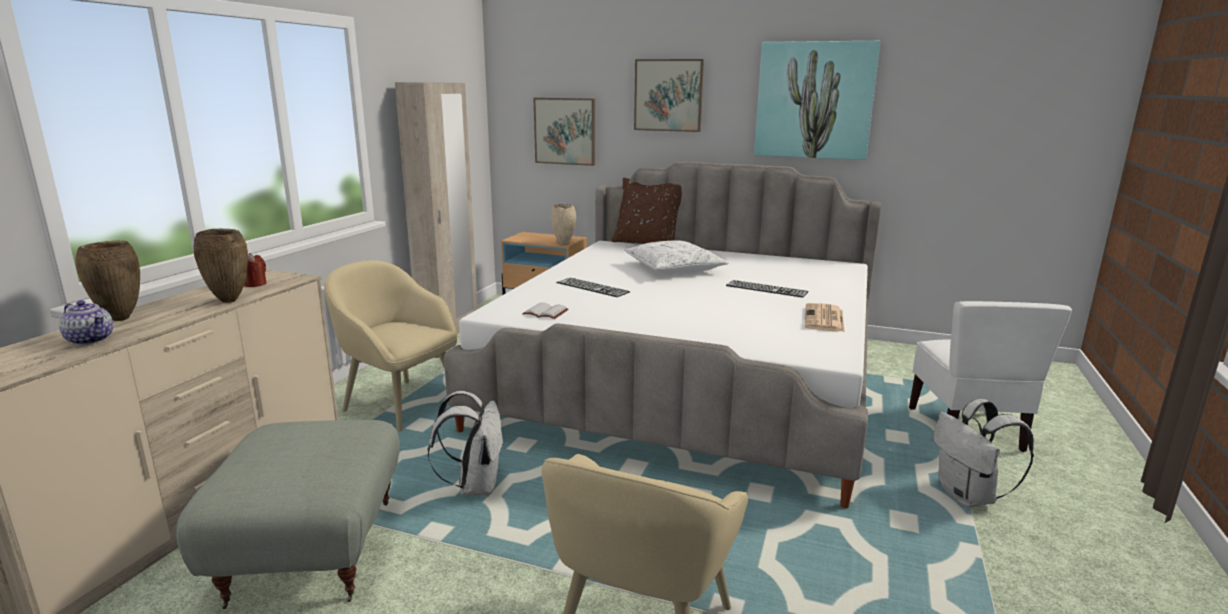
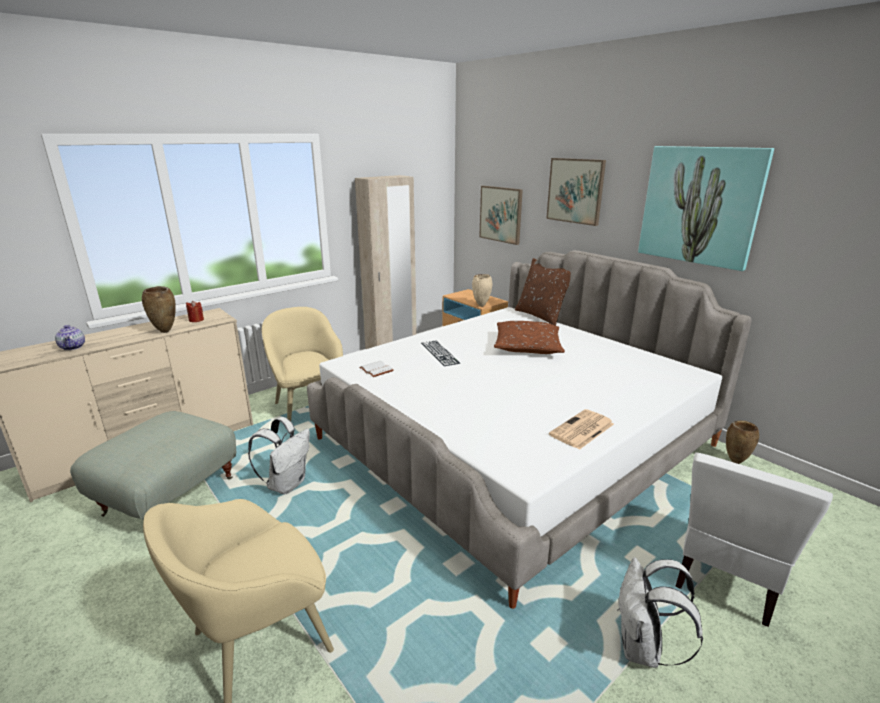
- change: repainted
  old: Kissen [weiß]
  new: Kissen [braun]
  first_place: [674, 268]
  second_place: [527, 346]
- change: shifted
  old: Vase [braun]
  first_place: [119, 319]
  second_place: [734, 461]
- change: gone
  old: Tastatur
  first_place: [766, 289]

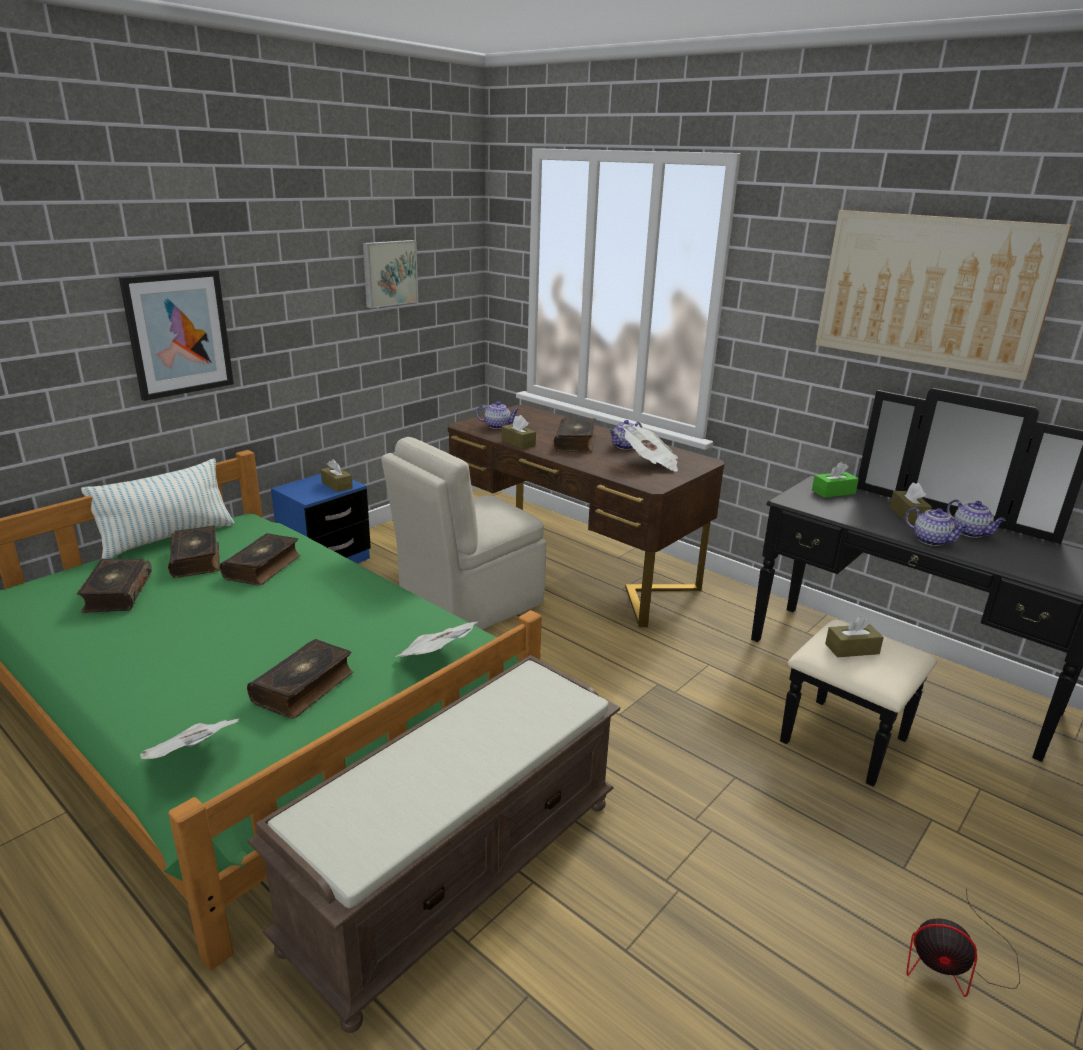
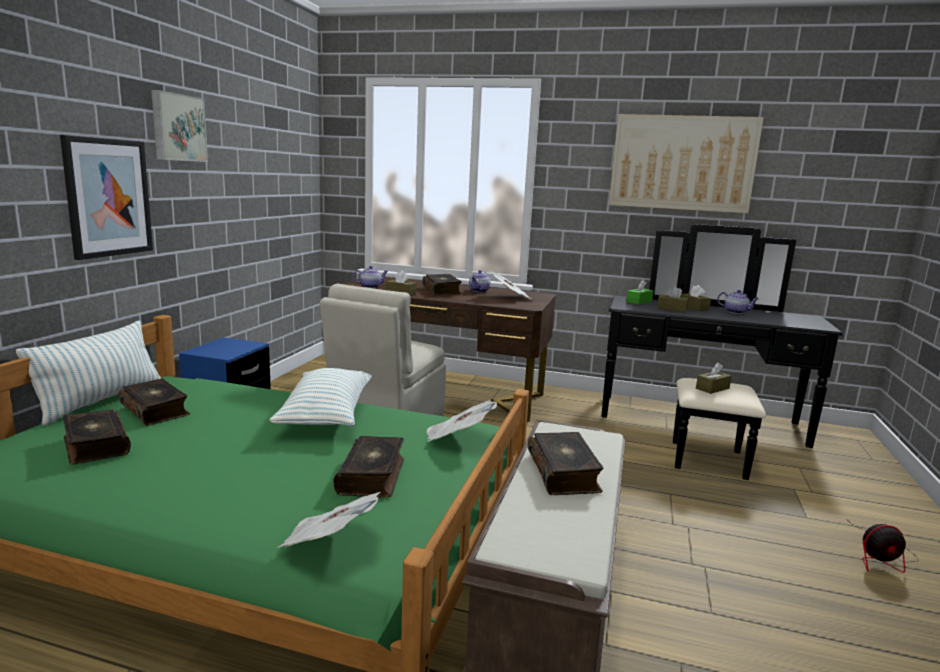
- change: shifted
  old: Bild
  first_place: [389, 273]
  second_place: [178, 127]
- change: new
  new: Kissen
  second_place: [326, 415]
- change: shifted
  old: Buch
  first_place: [263, 567]
  second_place: [564, 473]
- change: shifted
  old: Taschentuchbox [braun]
  first_place: [337, 485]
  second_place: [672, 309]
- change: gone
  old: Teekanne
  first_place: [932, 541]

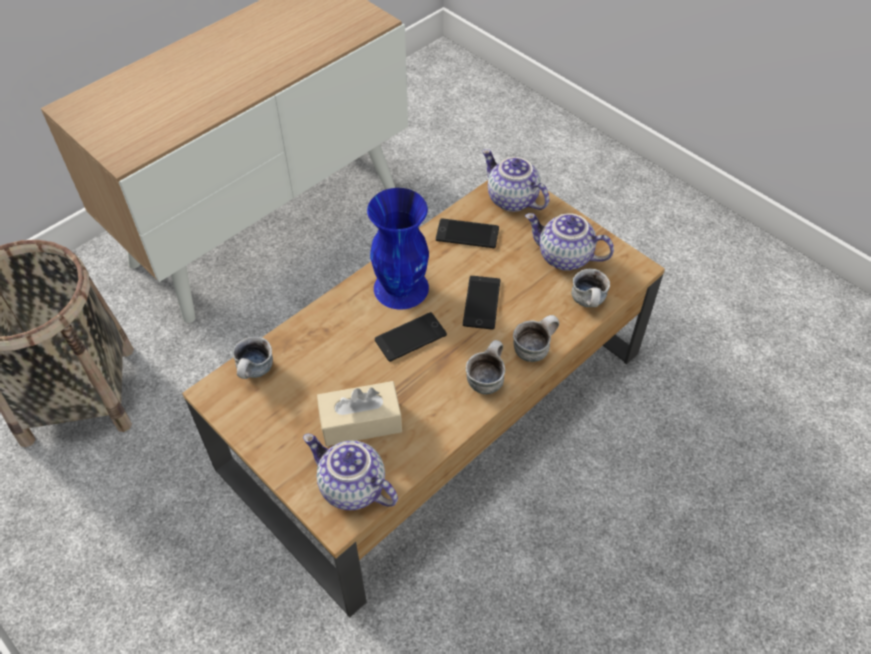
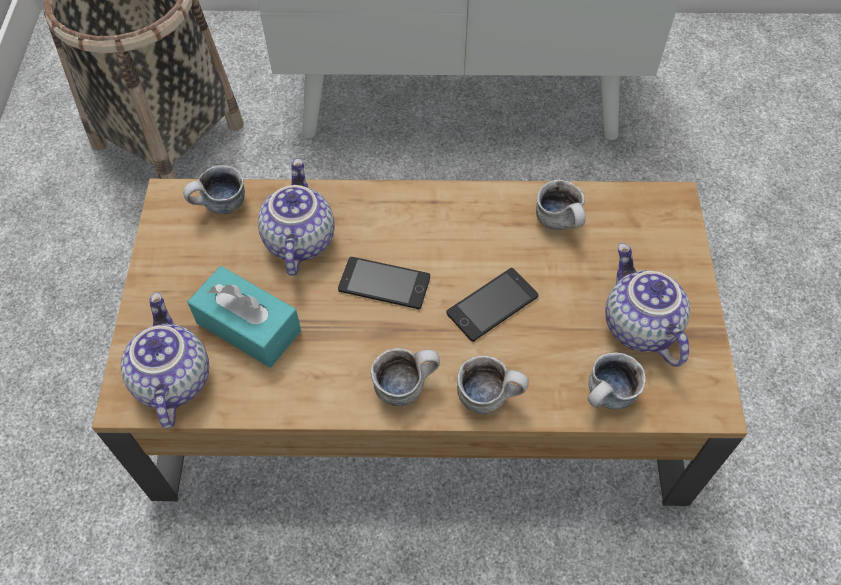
- change: repainted
  old: Taschentuchbox [beige]
  new: Taschentuchbox [türkis]
  first_place: [361, 422]
  second_place: [248, 327]
- change: shifted
  old: Teekanne
  first_place: [511, 200]
  second_place: [298, 240]
- change: swapped
  old: Handy
  new: Henkelbecher
  first_place: [467, 234]
  second_place: [561, 223]
- change: gone
  old: Vase [blau]
  first_place: [402, 288]

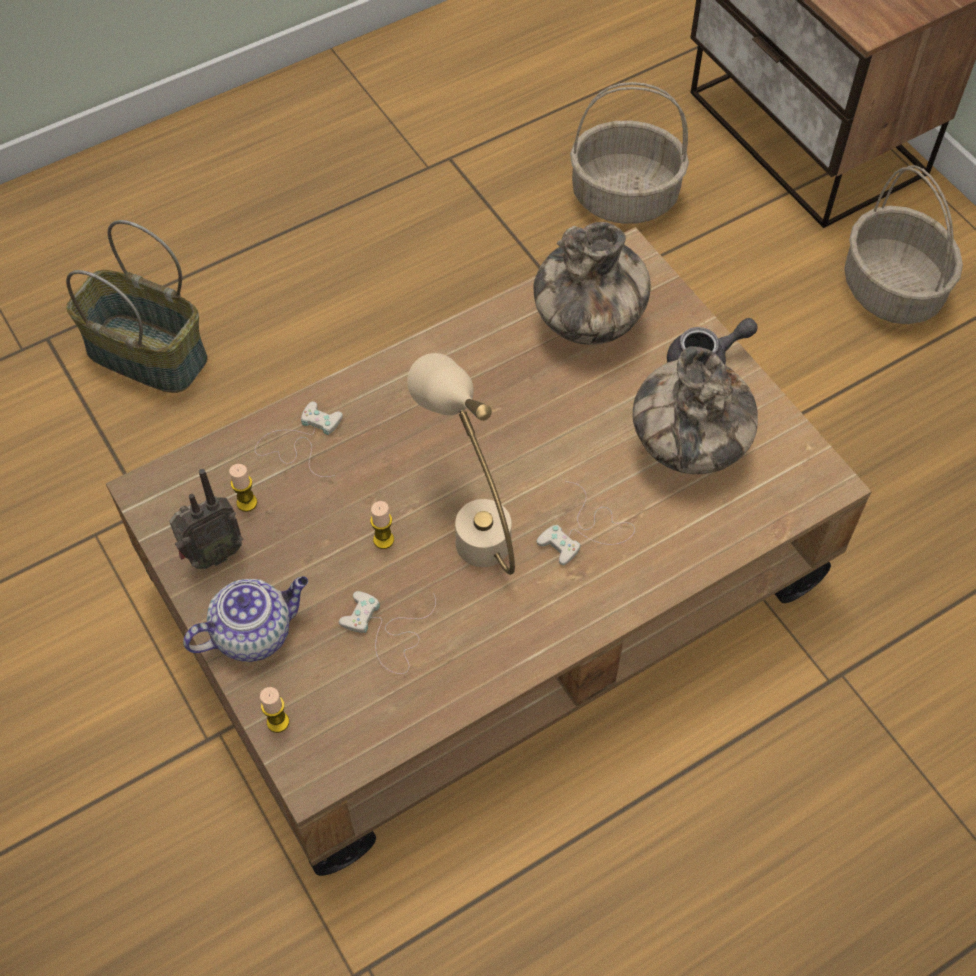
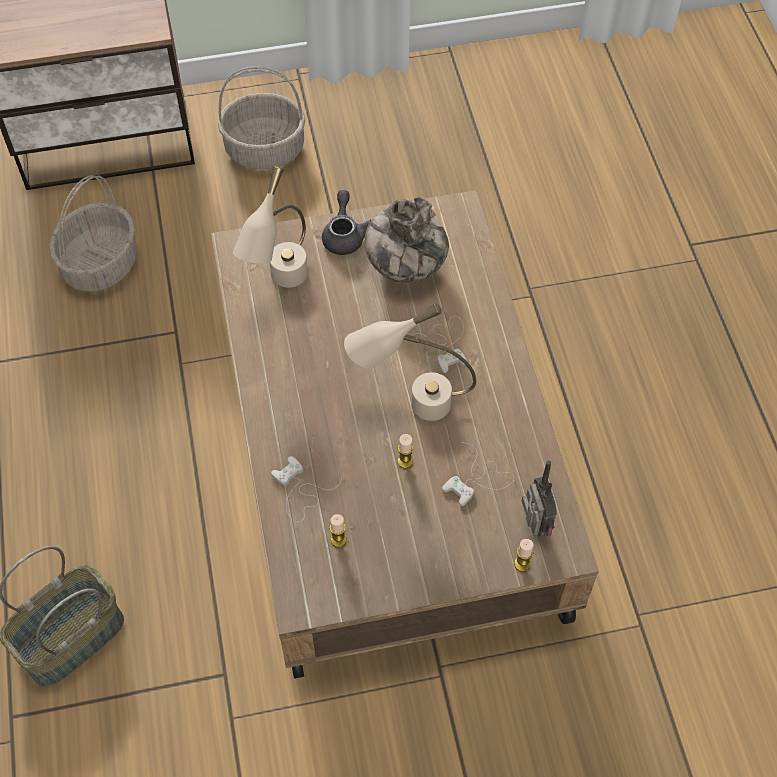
- change: swapped
  old: Vase
  new: Tischlampe [beige]
  first_place: [589, 323]
  second_place: [281, 286]
- change: shifted
  old: Radio
  first_place: [212, 555]
  second_place: [534, 527]
- change: gone
  old: Teekanne
  first_place: [254, 632]

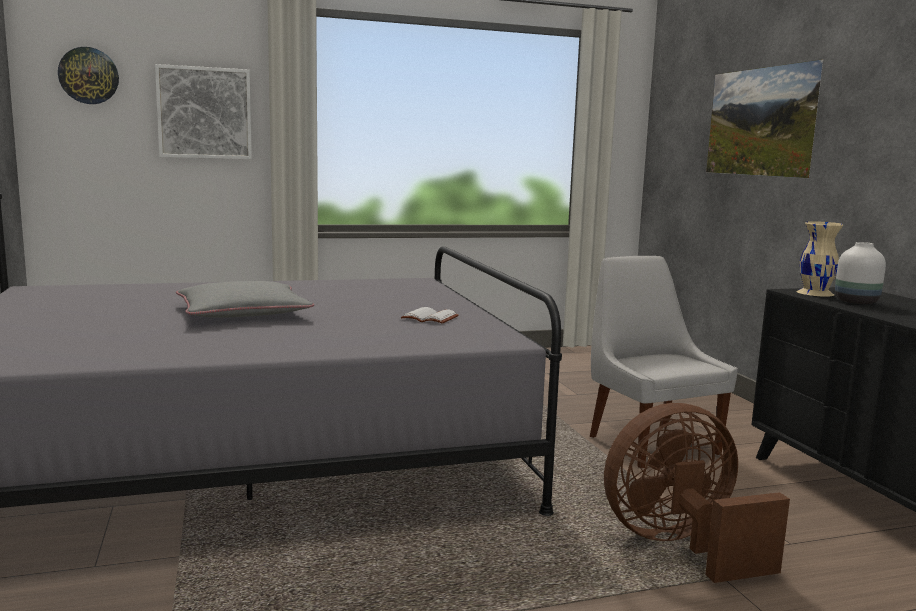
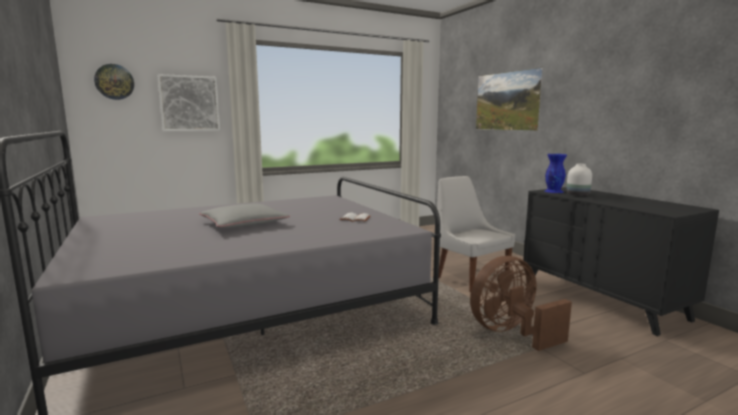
- change: repainted
  old: Vase [beige]
  new: Vase [blau]
  first_place: [815, 293]
  second_place: [553, 191]

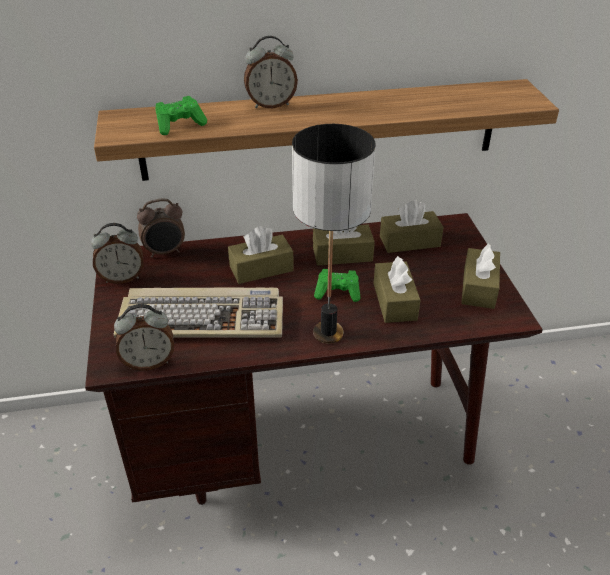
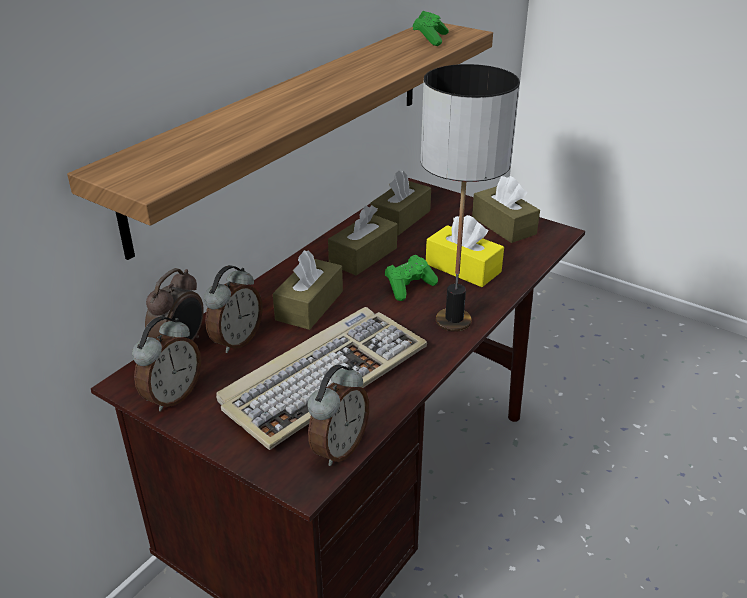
- change: shifted
  old: Wecker
  first_place: [271, 105]
  second_place: [236, 340]
- change: shifted
  old: Gamepad [grün]
  first_place: [180, 125]
  second_place: [430, 39]
- change: repainted
  old: Taschentuchbox [braun]
  new: Taschentuchbox [gelb]
  first_place: [394, 301]
  second_place: [463, 268]

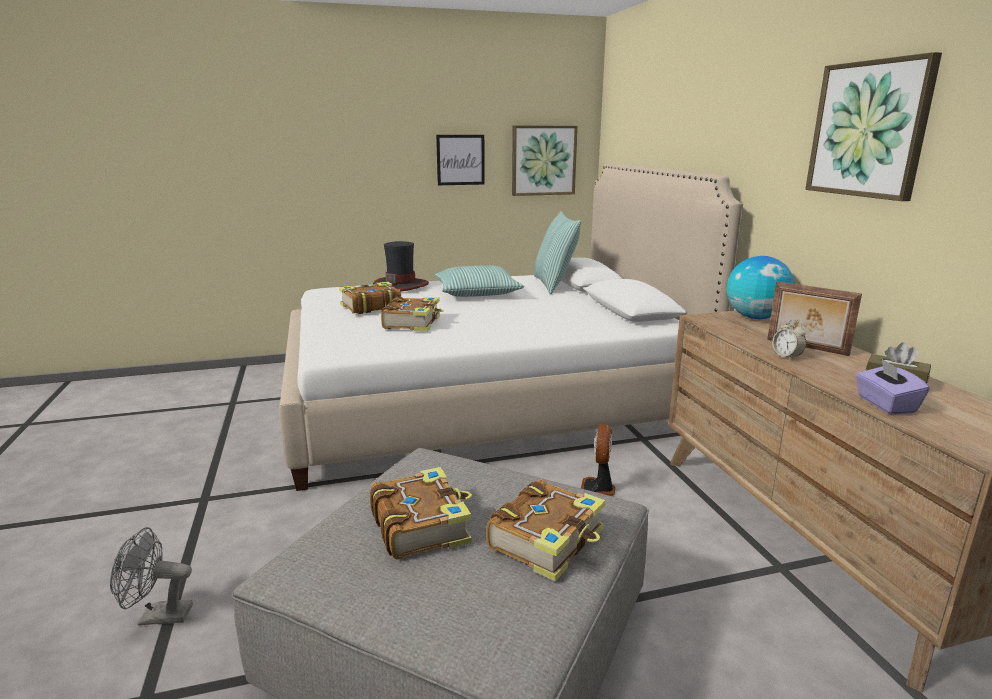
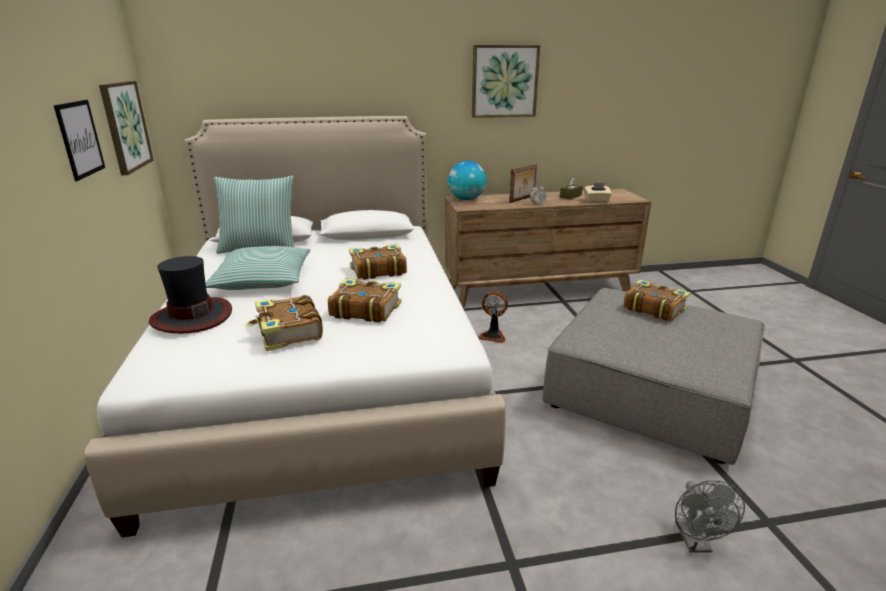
- change: shifted
  old: Buch
  first_place: [421, 525]
  second_place: [377, 270]
- change: repainted
  old: Taschentuchbox [lila]
  new: Taschentuchbox [beige]
  first_place: [885, 404]
  second_place: [596, 201]

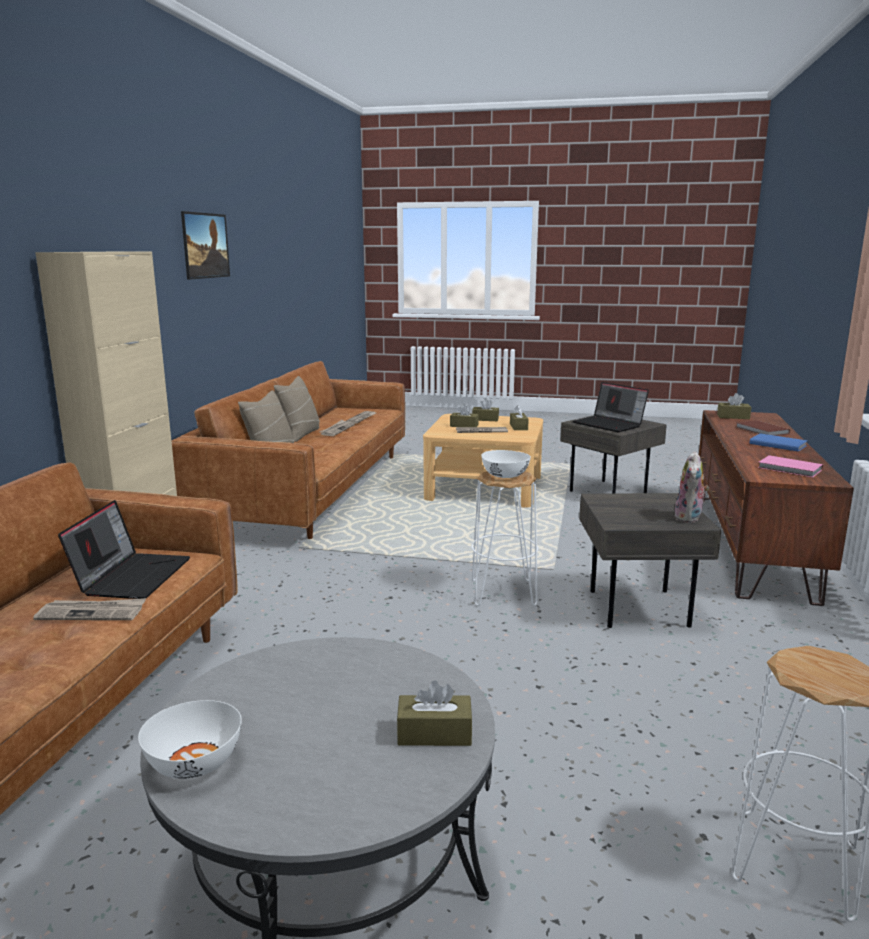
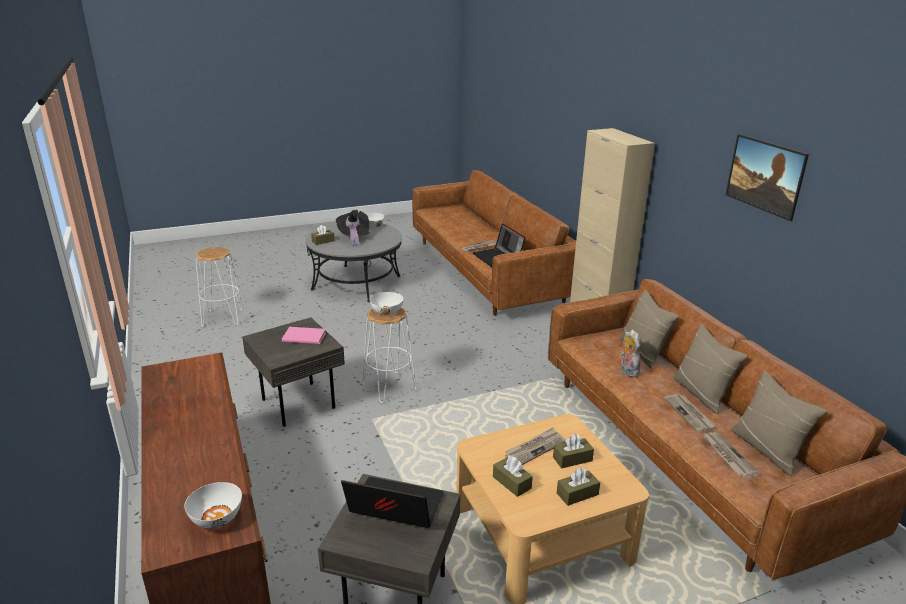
- change: swapped
  old: Taschentuchbox [braun]
  new: Schüssel [weiß]
  first_place: [733, 417]
  second_place: [216, 518]
- change: shifted
  old: Buch [rosa]
  first_place: [790, 469]
  second_place: [304, 336]
- change: new
  new: Hut [schwarz]
  second_place: [354, 238]
- change: shifted
  old: Plüschtier
  first_place: [690, 518]
  second_place: [627, 371]
- change: new
  new: Kissen [beige]
  second_place: [767, 449]
- change: gone
  old: Buch [braun]
  first_place: [761, 430]
- change: gone
  old: Buch [blau]
  first_place: [777, 444]

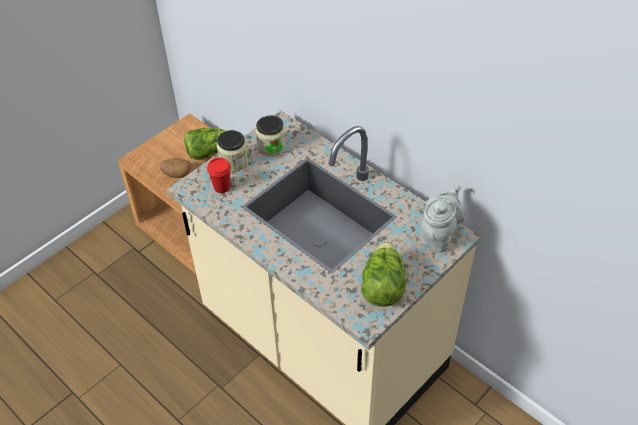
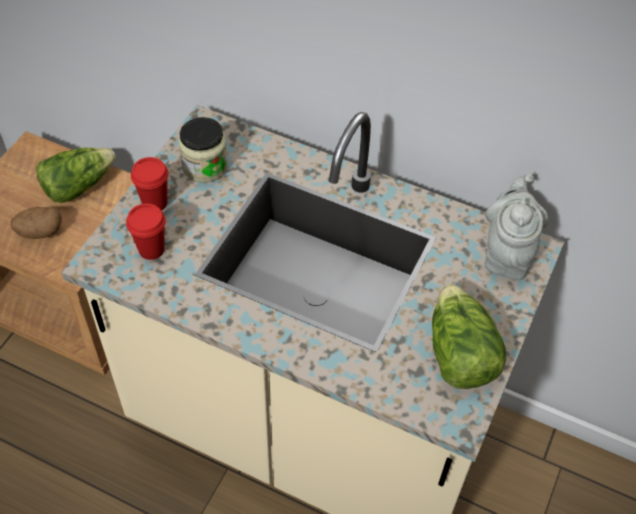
- change: swapped
  old: Vorratsglas
  new: Tasse [rot]
  first_place: [233, 162]
  second_place: [155, 203]

